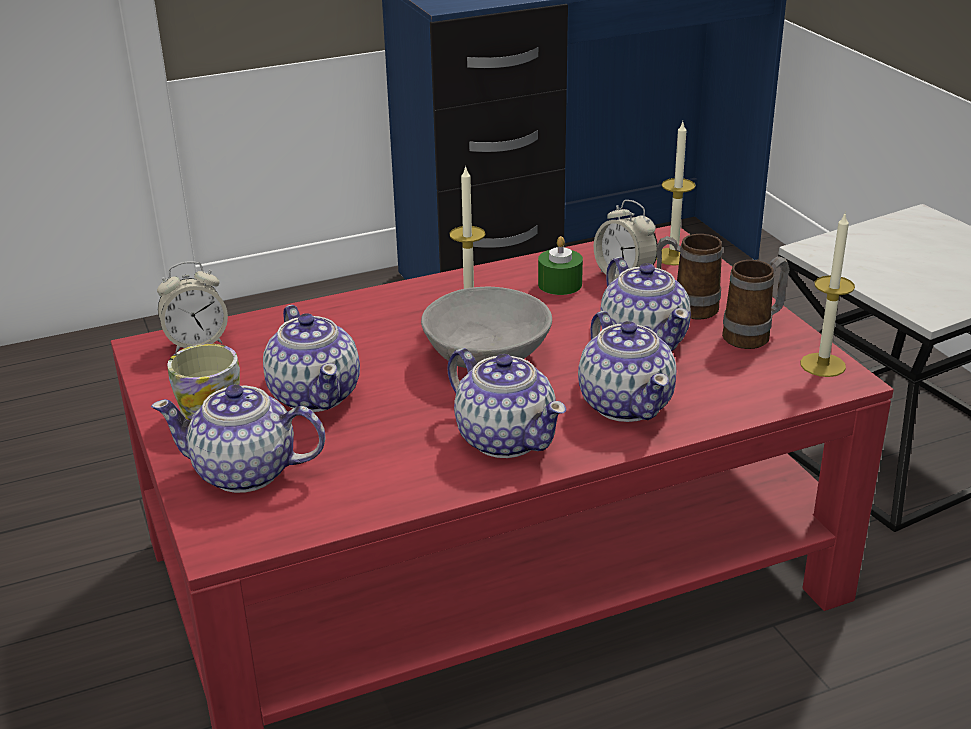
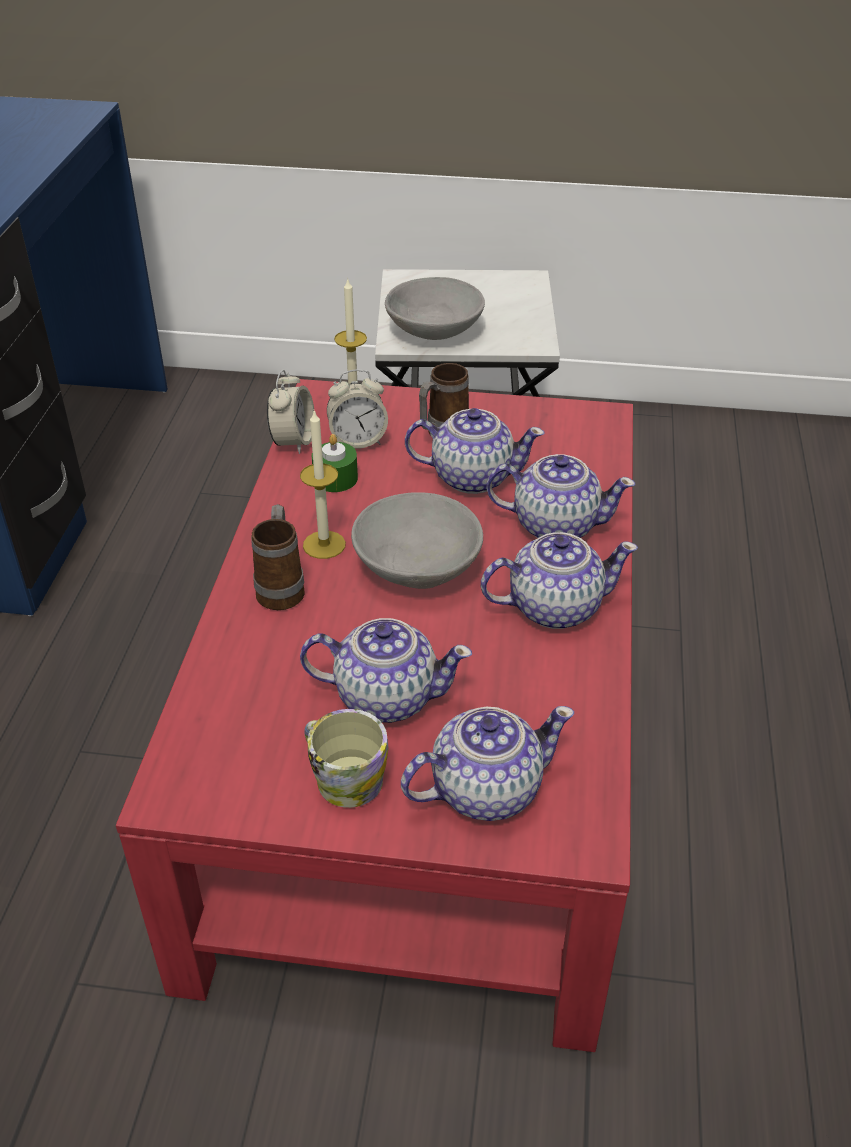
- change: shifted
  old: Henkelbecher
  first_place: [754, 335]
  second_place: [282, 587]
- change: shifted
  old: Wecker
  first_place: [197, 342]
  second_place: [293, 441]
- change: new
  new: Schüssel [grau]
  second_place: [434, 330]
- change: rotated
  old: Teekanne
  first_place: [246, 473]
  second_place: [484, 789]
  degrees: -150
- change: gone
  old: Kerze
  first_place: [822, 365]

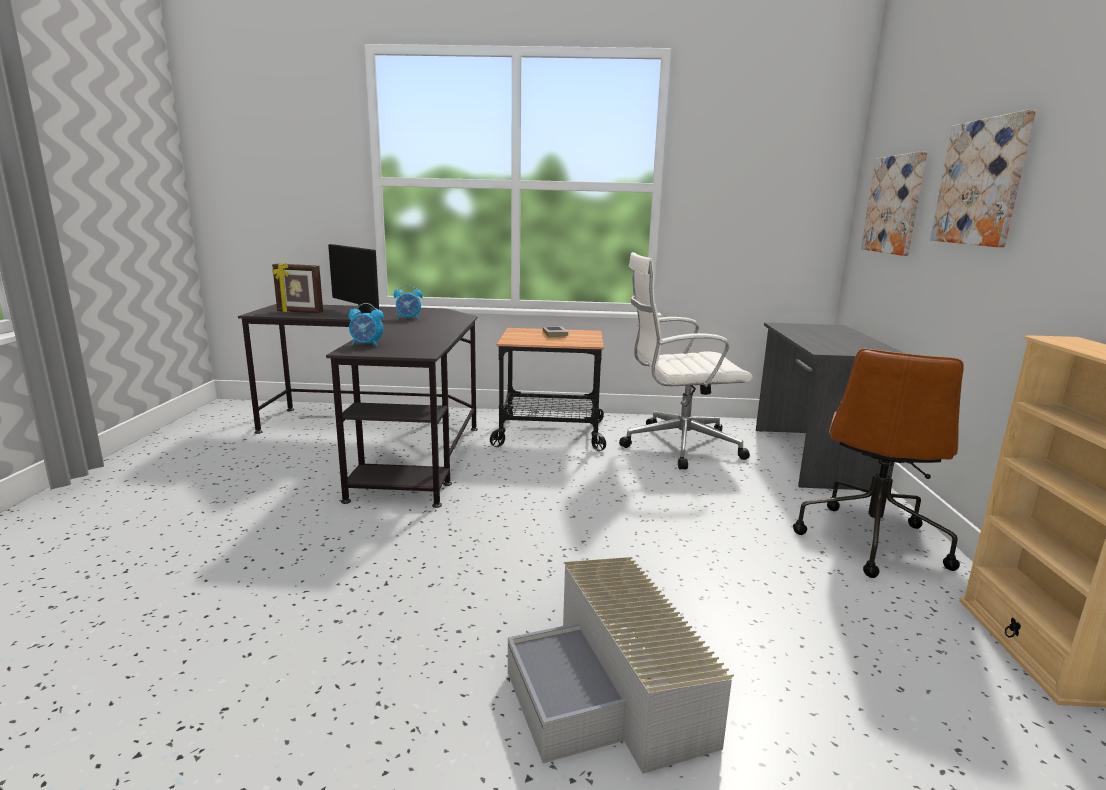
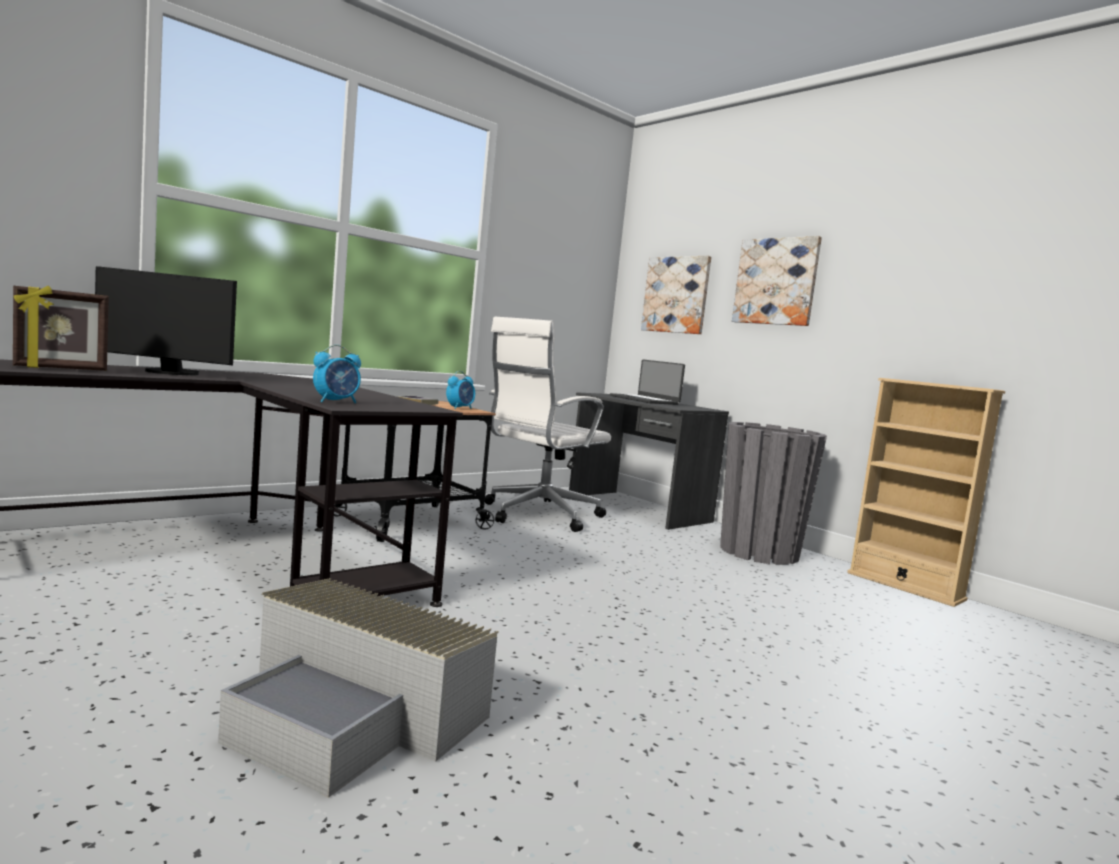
- change: shifted
  old: Aufbewahrungsbox [grau]
  first_place: [612, 691]
  second_place: [357, 715]
- change: shifted
  old: Wecker
  first_place: [409, 318]
  second_place: [460, 408]
- change: new
  new: Laptop
  second_place: [644, 400]
- change: swapped
  old: Bürostuhl [braun]
  new: Pflanzkübel [grau]
  first_place: [870, 540]
  second_place: [758, 552]

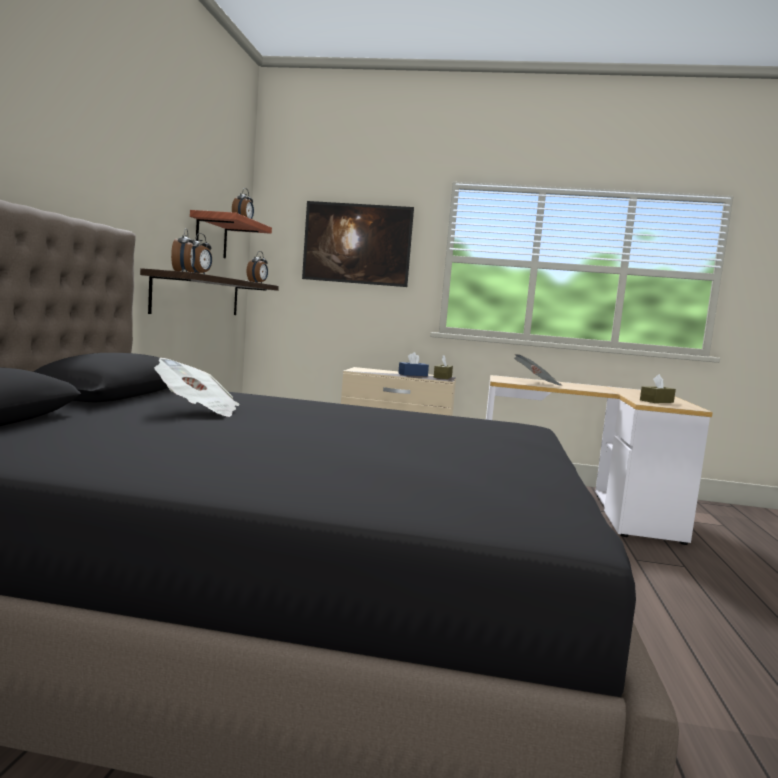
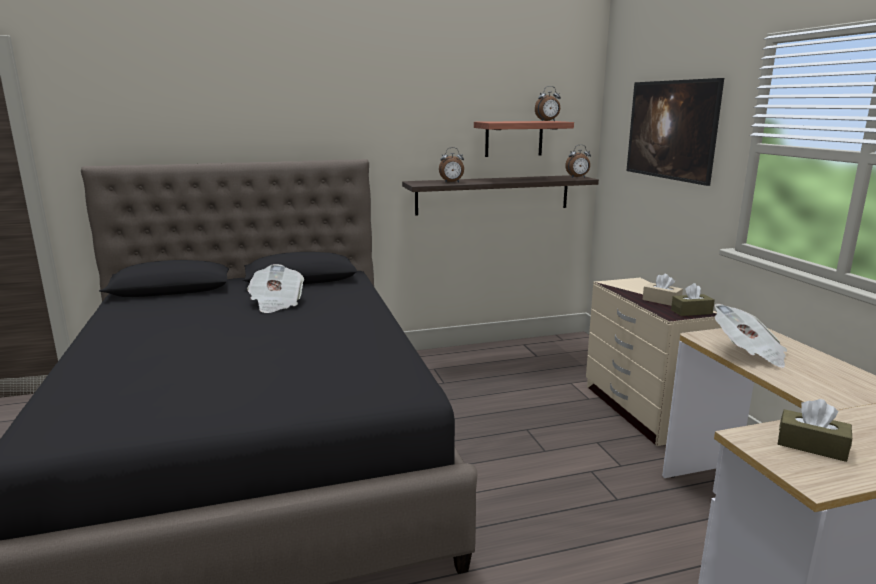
- change: repainted
  old: Taschentuchbox [blau]
  new: Taschentuchbox [beige]
  first_place: [413, 375]
  second_place: [661, 301]
- change: gone
  old: Wecker
  first_place: [183, 271]

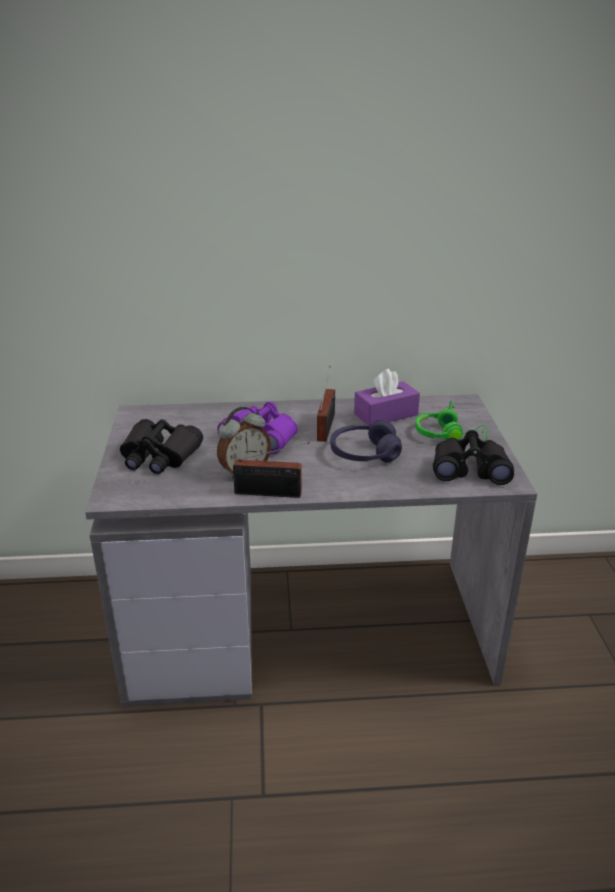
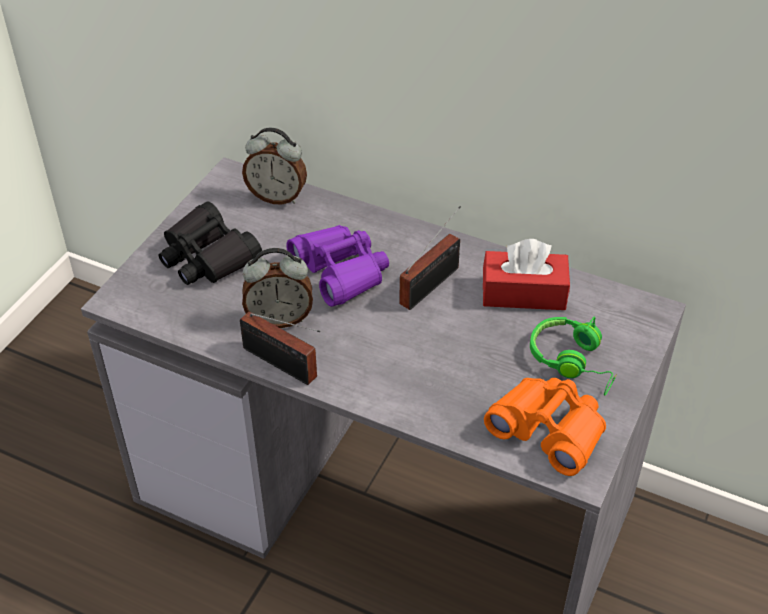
- change: new
  new: Wecker
  second_place: [277, 196]
- change: repainted
  old: Taschentuchbox [lila]
  new: Taschentuchbox [rot]
  first_place: [386, 414]
  second_place: [523, 293]
- change: repainted
  old: Fernglas [schwarz]
  new: Fernglas [orange]
  first_place: [470, 469]
  second_place: [549, 430]
- change: gone
  old: Kopfhörer [lila]
  first_place: [364, 454]

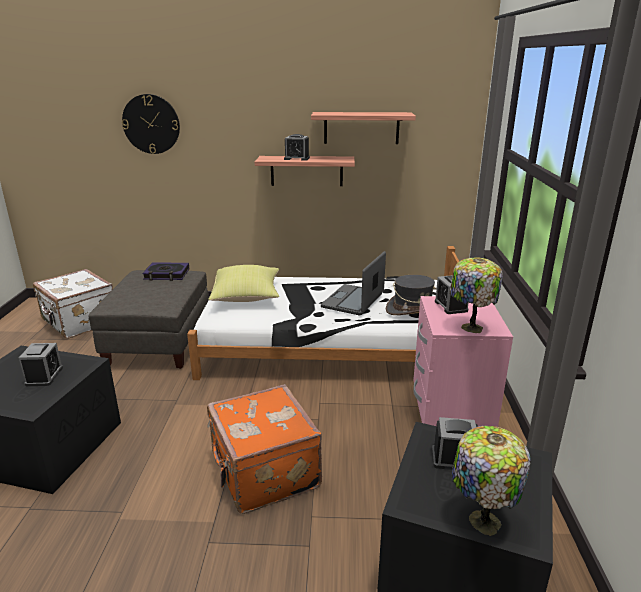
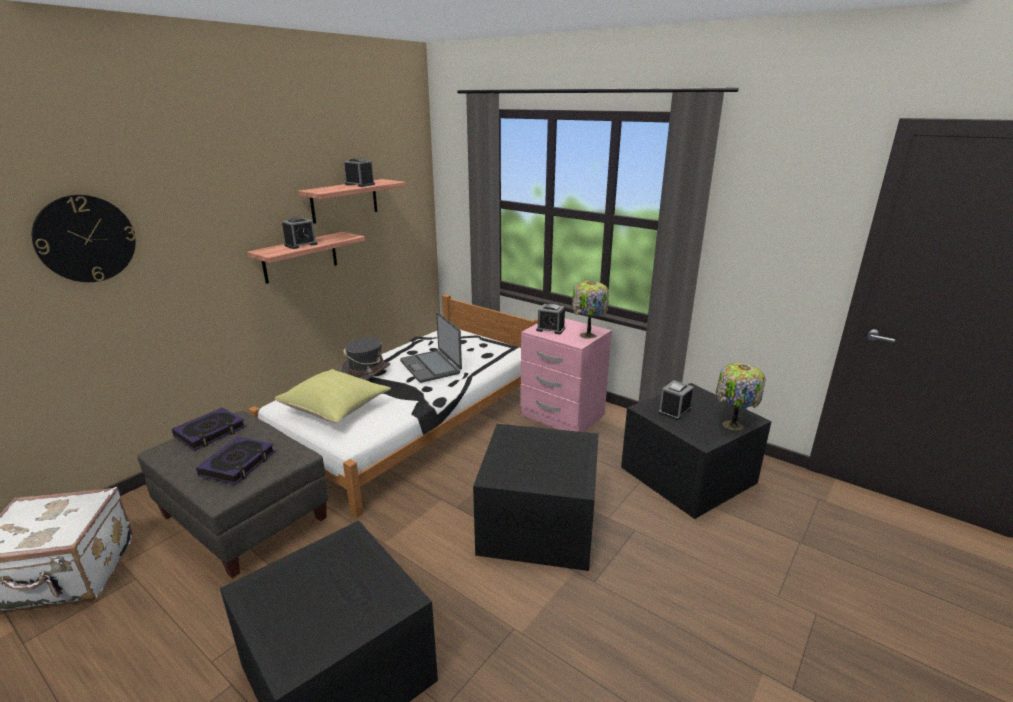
- change: new
  new: Buch
  second_place: [238, 464]
- change: shifted
  old: Hut [grau]
  first_place: [412, 310]
  second_place: [366, 372]
- change: shifted
  old: Wecker
  first_place: [44, 376]
  second_place: [360, 184]
- change: swapped
  old: Koffer [orange]
  new: Aufbewahrungsbox [schwarz]
  first_place: [263, 472]
  second_place: [540, 523]

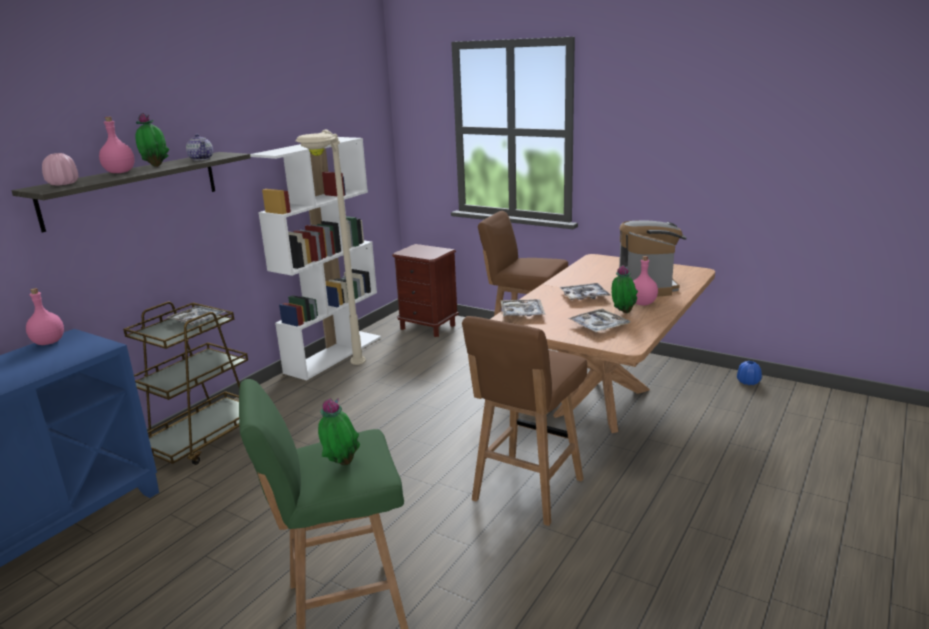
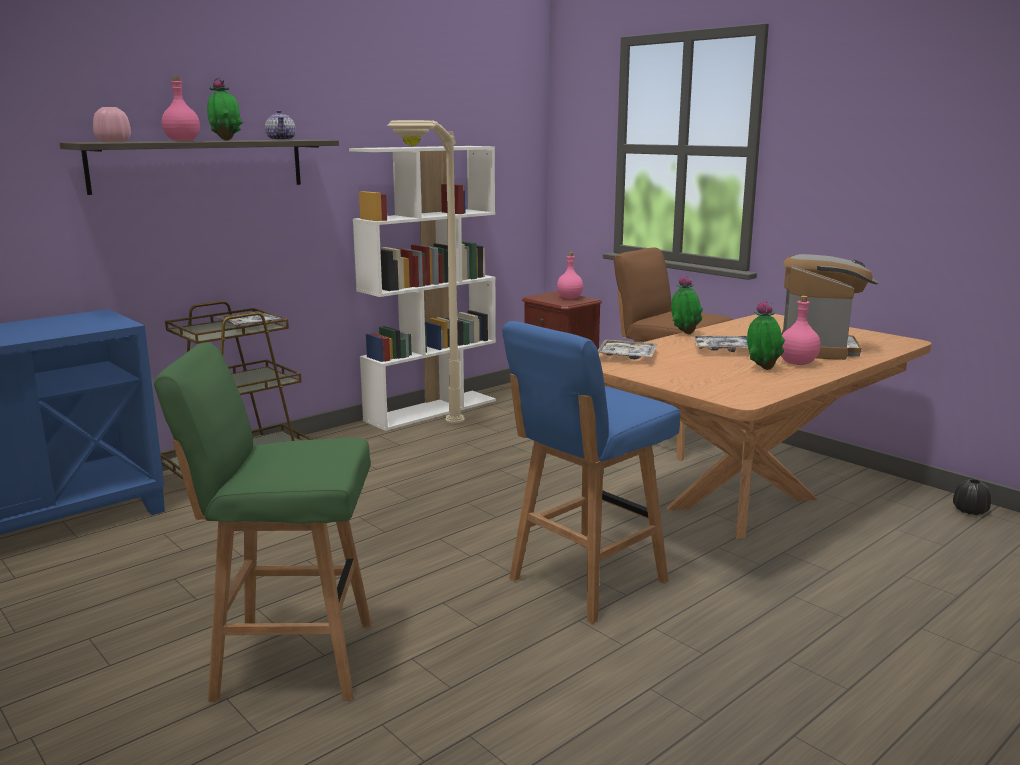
- change: repainted
  old: Hocker [braun]
  new: Hocker [blau]
  first_place: [526, 491]
  second_place: [585, 581]
- change: shifted
  old: Flasche [rosa]
  first_place: [48, 342]
  second_place: [569, 298]
- change: shifted
  old: Topfpflanze
  first_place: [341, 464]
  second_place: [684, 333]
- change: repainted
  old: Vase [blau]
  new: Vase [schwarz]
  first_place: [748, 382]
  second_place: [970, 511]
- change: gone
  old: Tablett
  first_place: [598, 326]

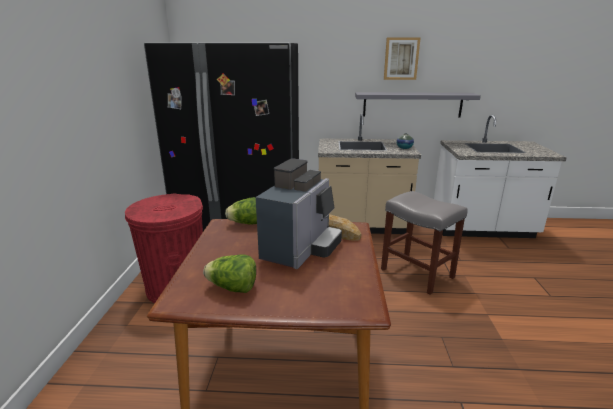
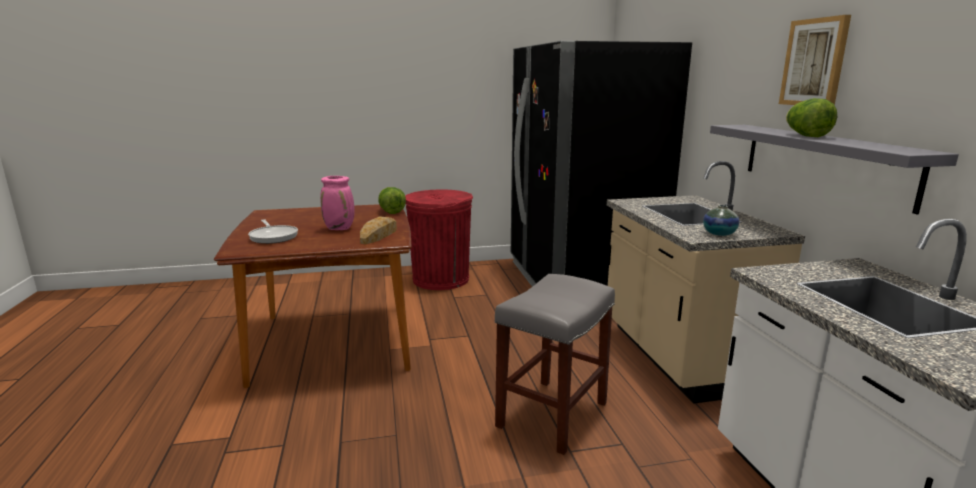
- change: new
  new: Pfanne
  second_place: [273, 236]
- change: swapped
  old: Kaffeemaschine
  new: Vase [rosa]
  first_place: [301, 249]
  second_place: [340, 228]
- change: shifted
  old: Salatkopf
  first_place: [233, 288]
  second_place: [805, 136]

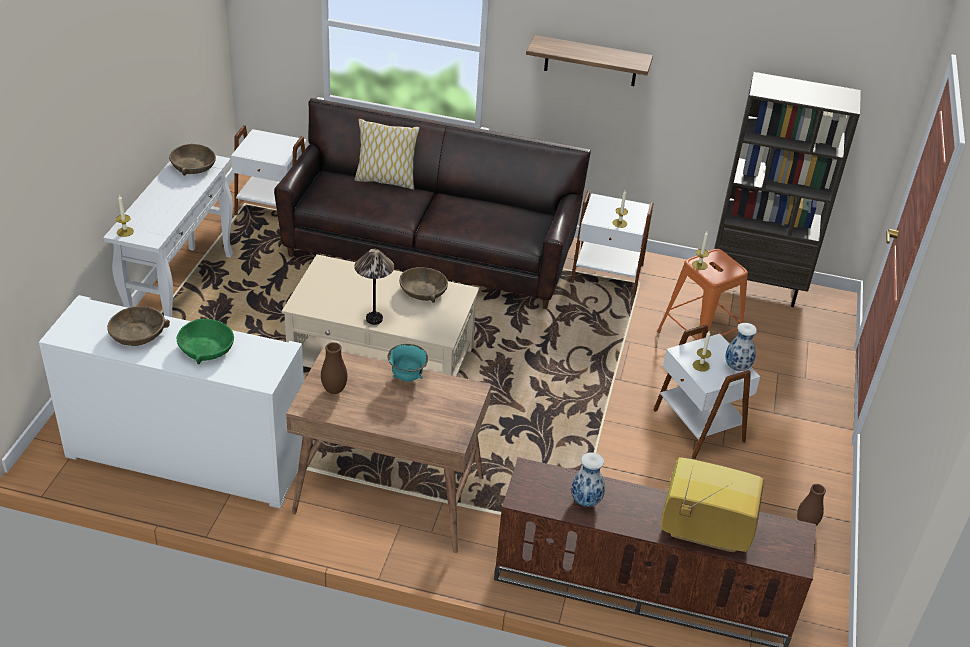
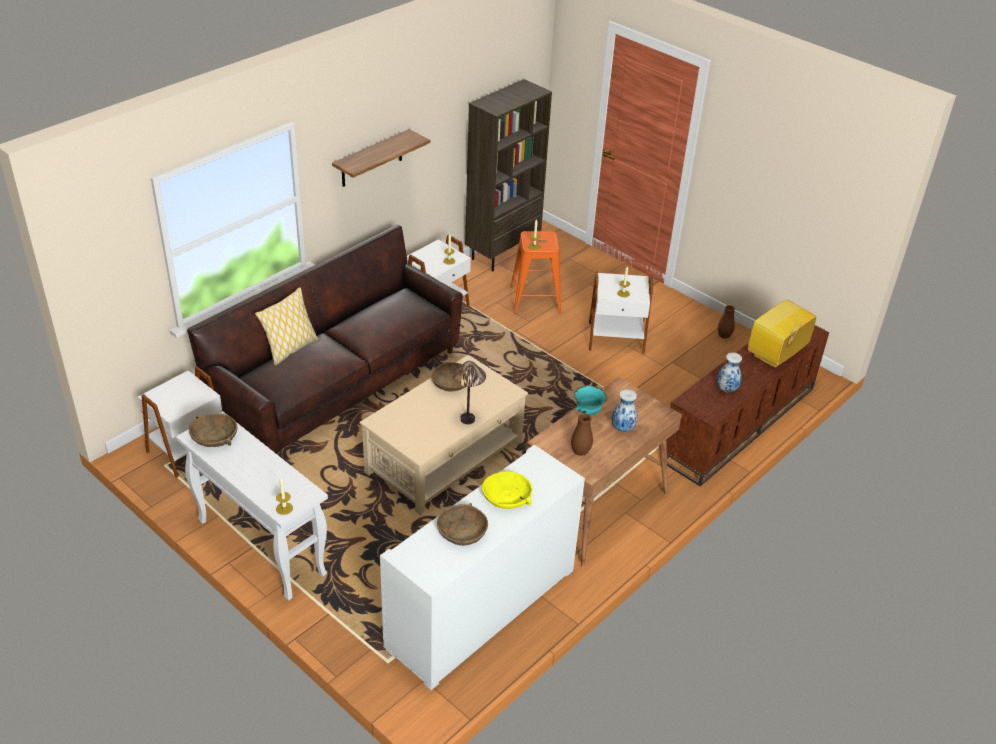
- change: repainted
  old: Schüssel [grün]
  new: Schüssel [gelb]
  first_place: [206, 348]
  second_place: [507, 496]
- change: shifted
  old: Vase
  first_place: [737, 367]
  second_place: [623, 428]

